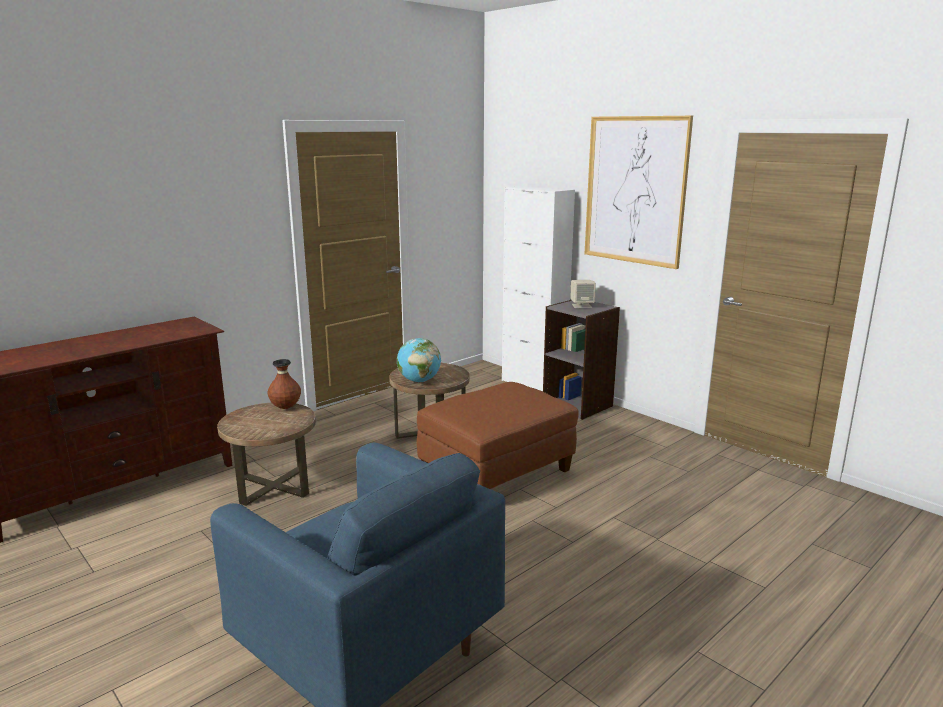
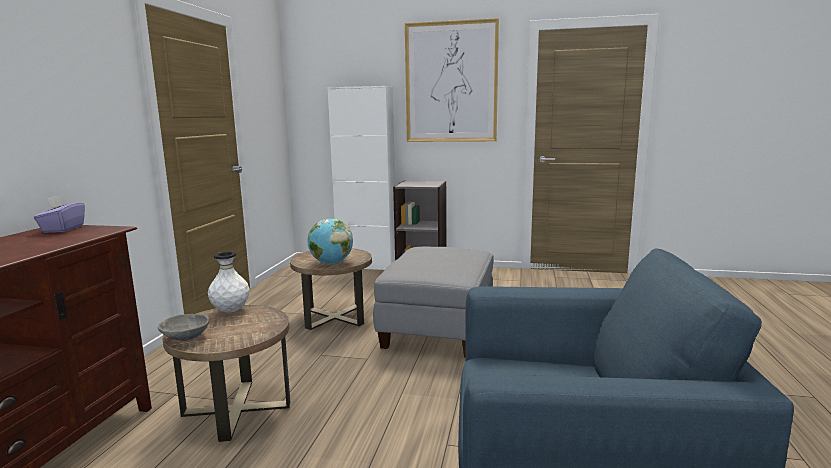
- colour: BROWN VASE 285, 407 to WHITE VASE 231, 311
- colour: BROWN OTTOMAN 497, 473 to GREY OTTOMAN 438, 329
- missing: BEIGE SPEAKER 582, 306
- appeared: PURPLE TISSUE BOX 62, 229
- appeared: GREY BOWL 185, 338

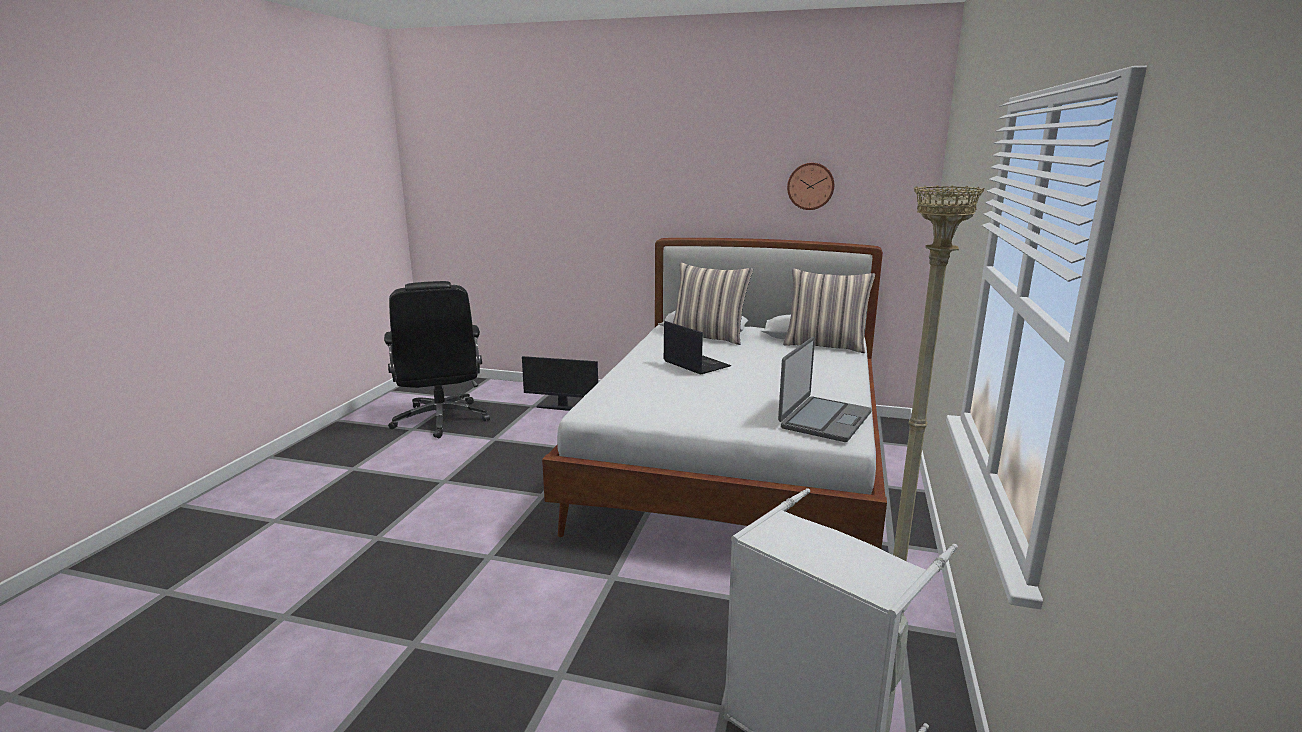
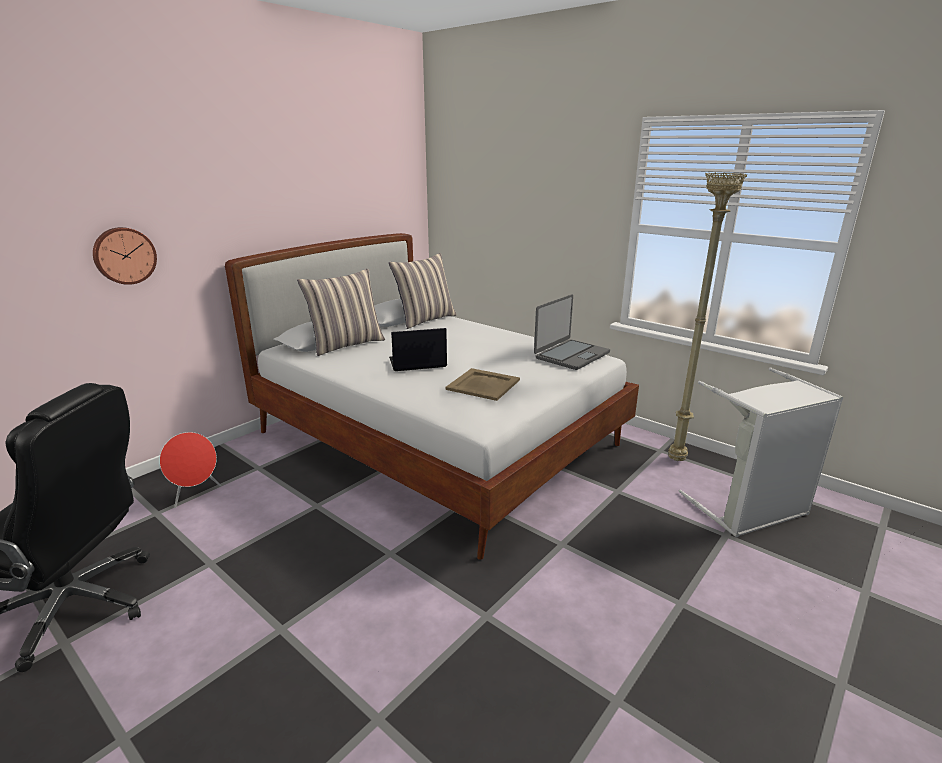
- exchanged: MONITOR 562, 408 to RED SPEAKER 196, 494
- spun: LAPTOP 824, 420 = 571, 355 75 degrees clockwise
- relocated: WALL CLOCK 810, 186 to 124, 255
- appeared: BEIGE TRAY 484, 384

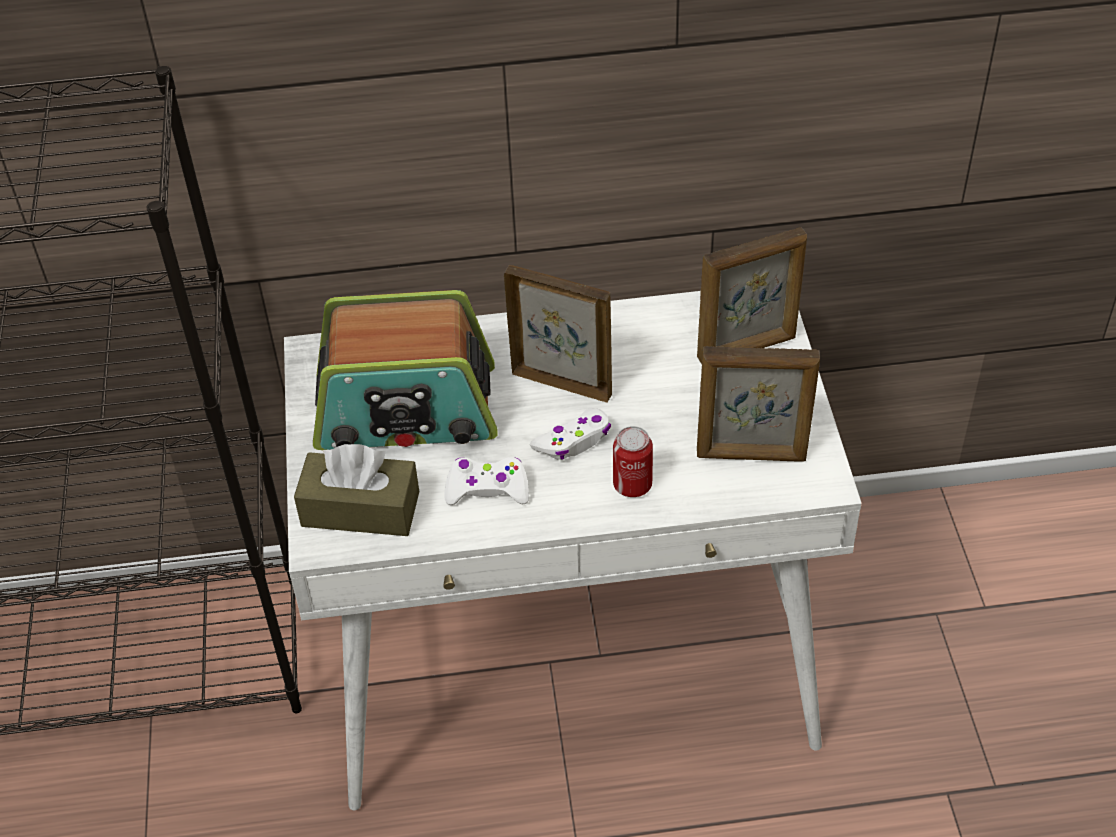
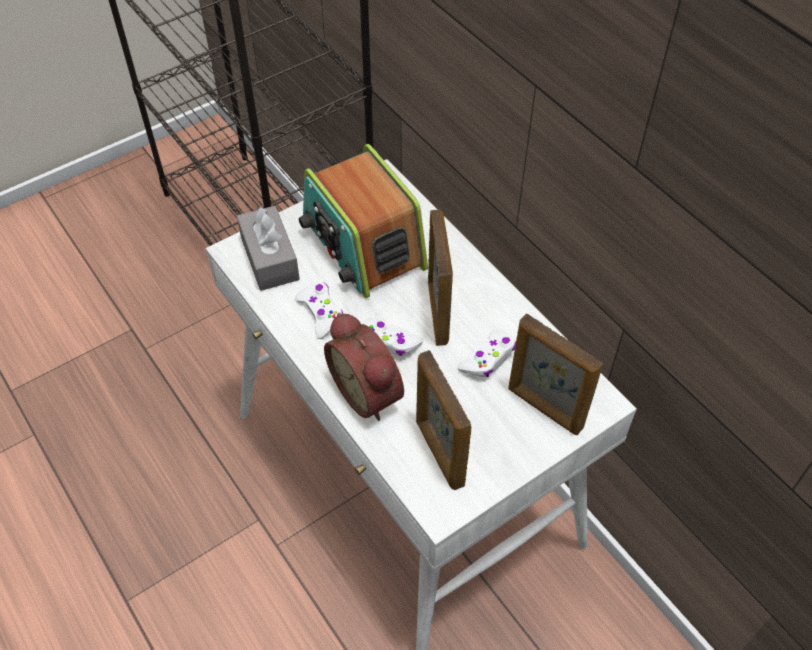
- colour: BROWN TISSUE BOX 360, 509 to GREY TISSUE BOX 269, 258
- exchanged: CAN 632, 485 to ALARM CLOCK 369, 391
- appeared: WHITE GAME CONTROLLER 488, 359

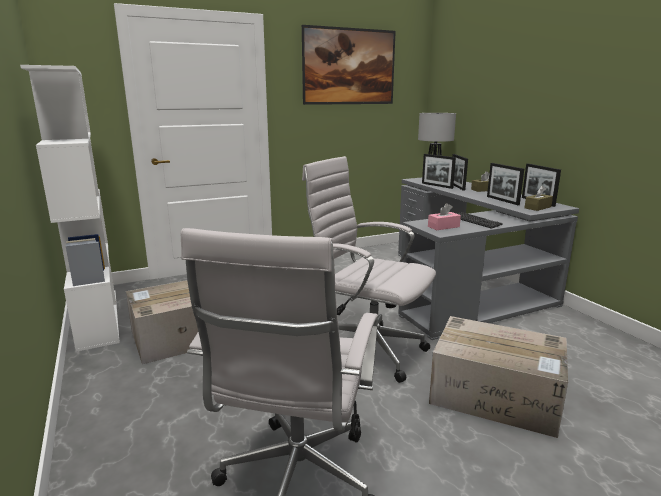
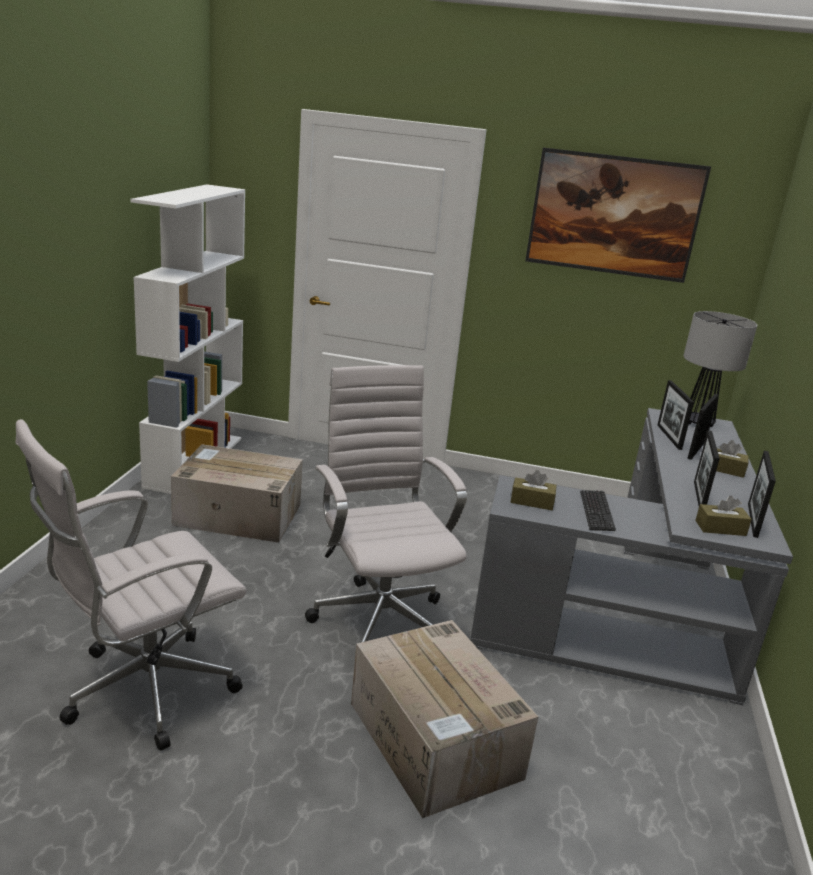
- colour: PINK TISSUE BOX 443, 227 to BROWN TISSUE BOX 532, 501

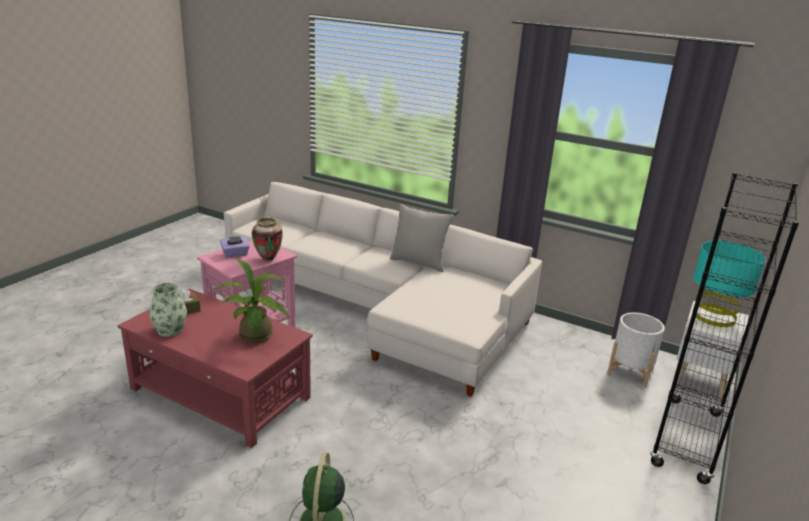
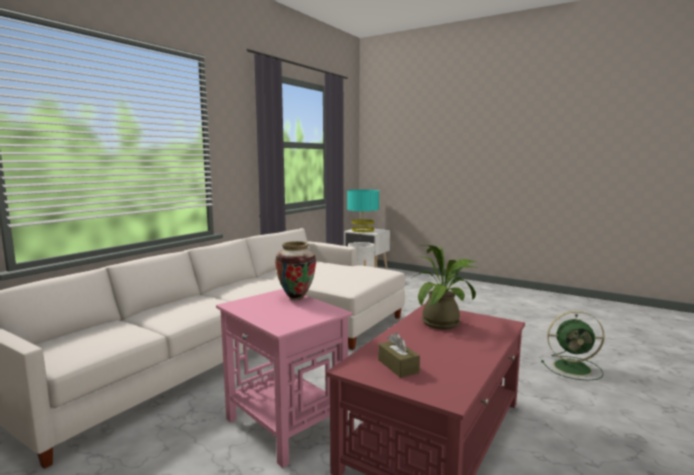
- missing: VASE 170, 330
- missing: PURPLE TISSUE BOX 235, 254
- missing: GREY PILLOW 419, 262
- missing: BLACK BOOKCASE 687, 439

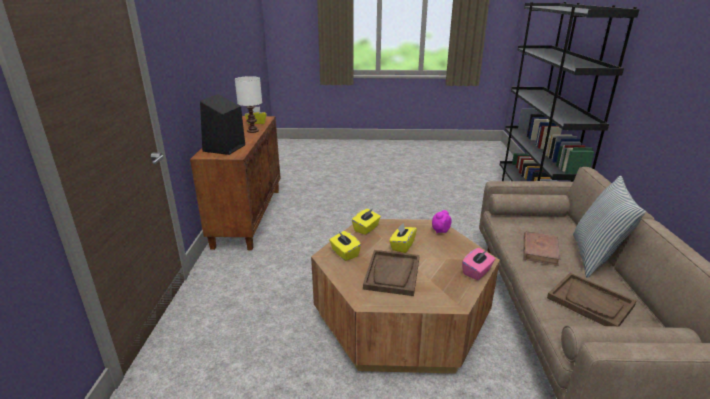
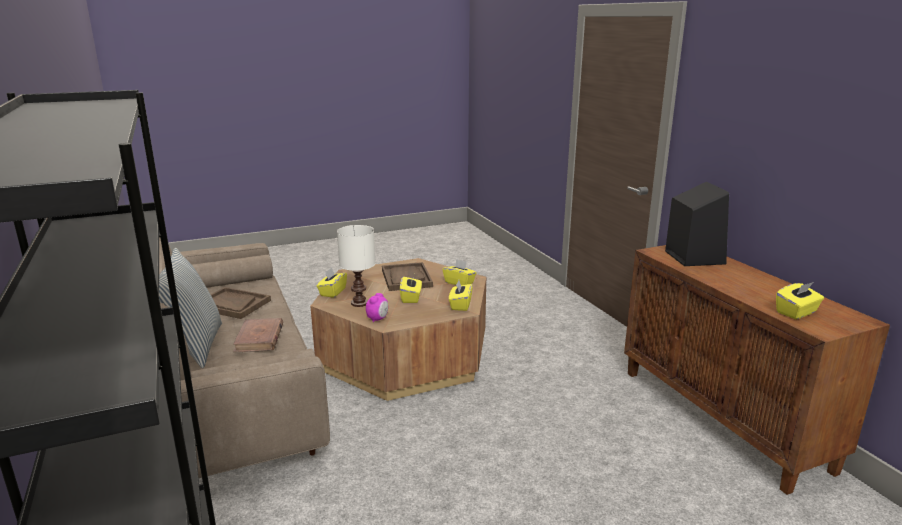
- relocated: WHITE TABLE LAMP 252, 131 to 360, 303
- colour: PINK TISSUE BOX 477, 272 to YELLOW TISSUE BOX 332, 292

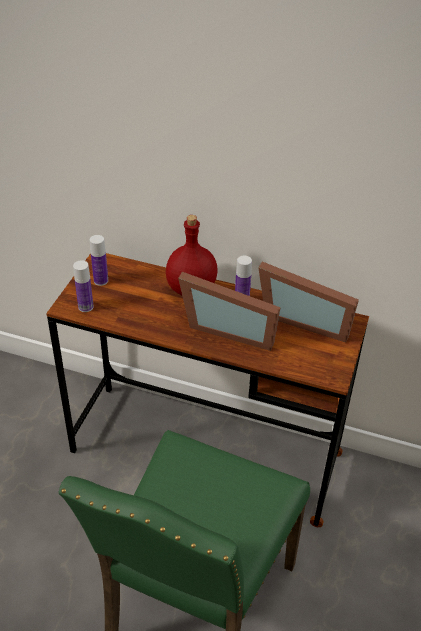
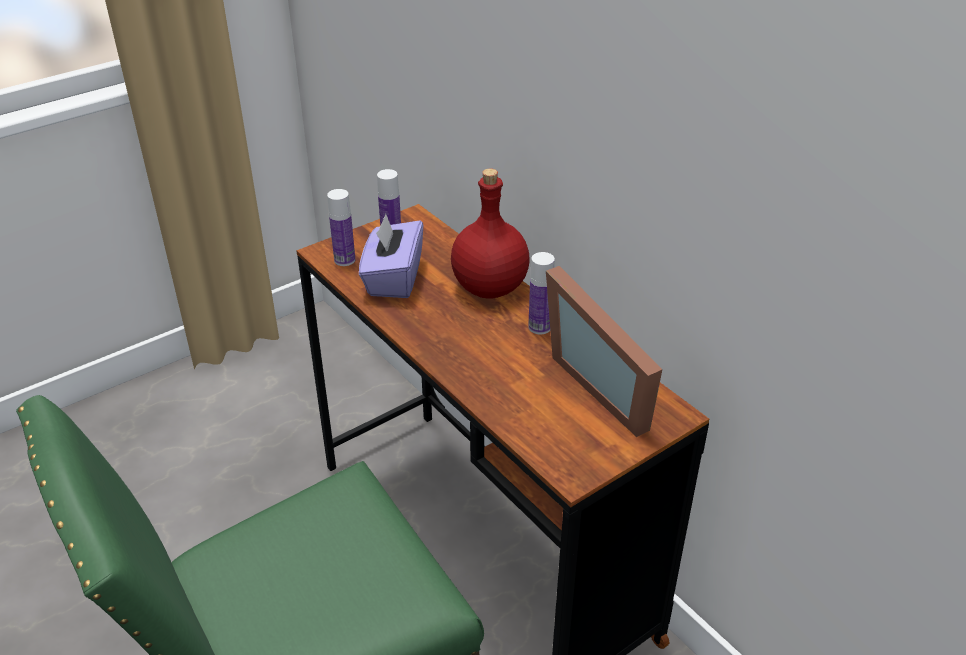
- missing: PICTURE FRAME 230, 328
- appeared: PURPLE TISSUE BOX 393, 278

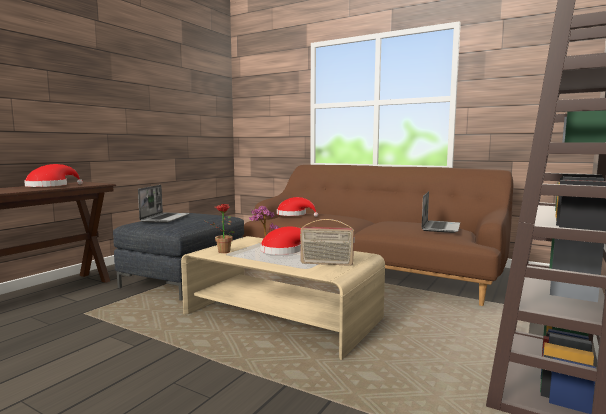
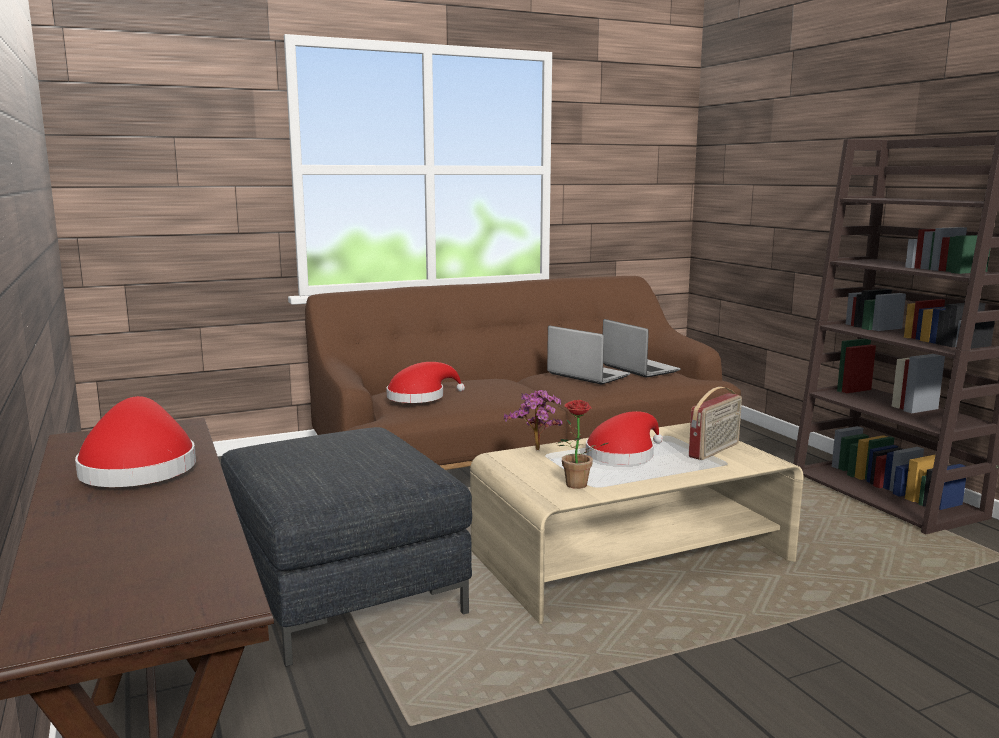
- relocated: LAPTOP 165, 218 to 586, 375

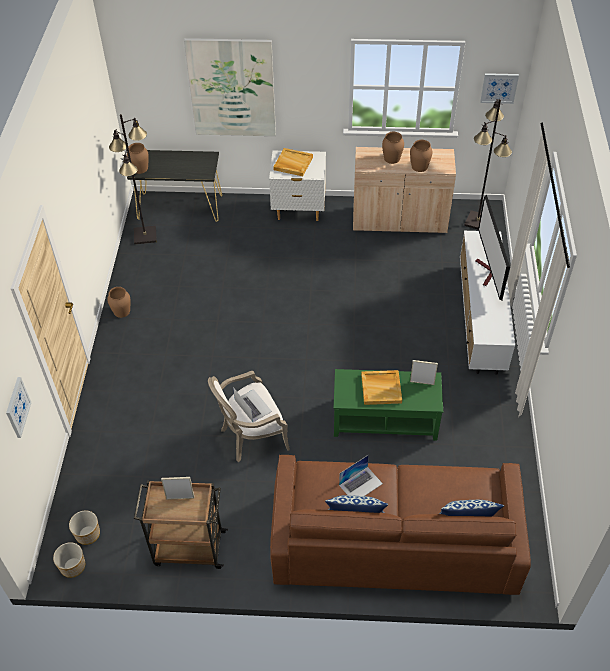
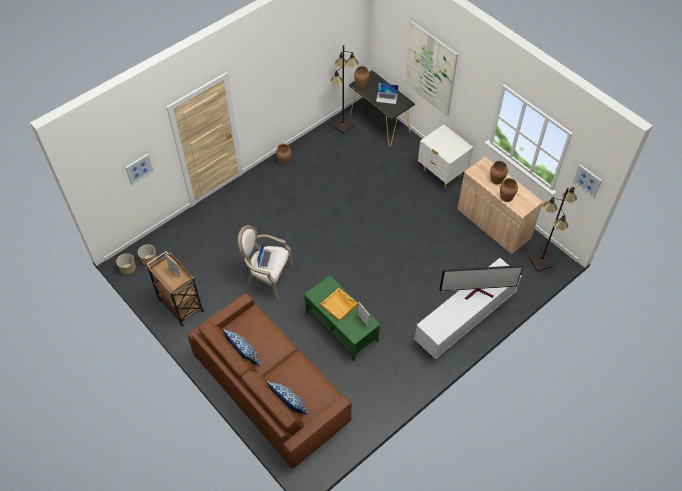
- missing: BEIGE TRAY 293, 163
- relocated: LAPTOP 360, 484 to 387, 98
- spun: TELEVISION 487, 273 = 479, 293 135 degrees counterclockwise

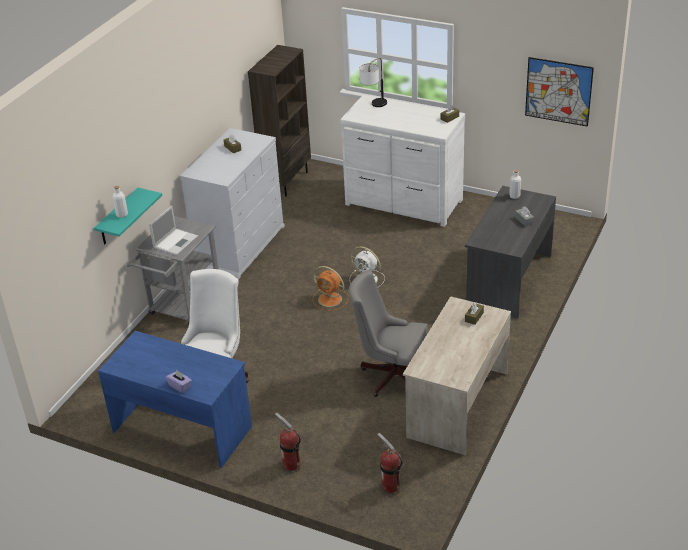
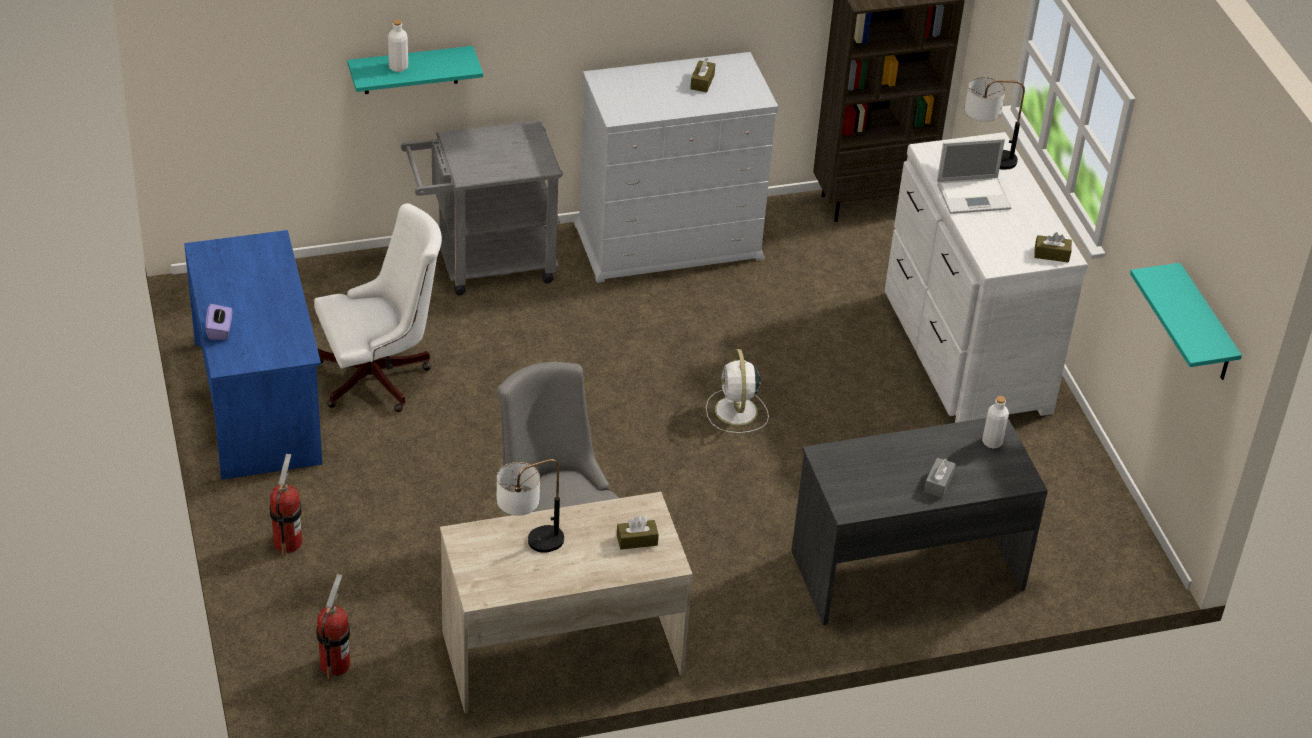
- relocated: LAPTOP 176, 241 to 974, 195
- missing: ORANGE FAN 331, 299
- exchanged: PICTURE 558, 91 to TURQUOISE SHELF 1205, 326
- appeared: TABLE LAMP 529, 545

